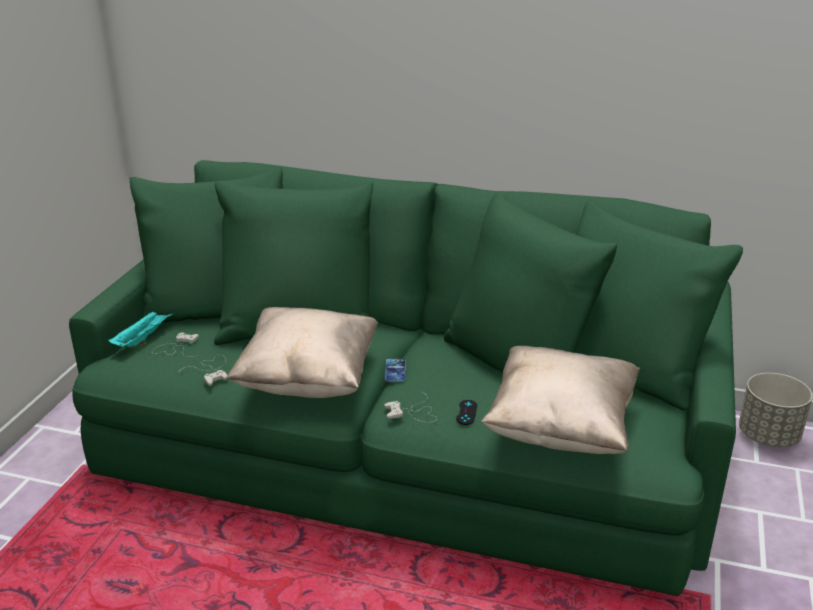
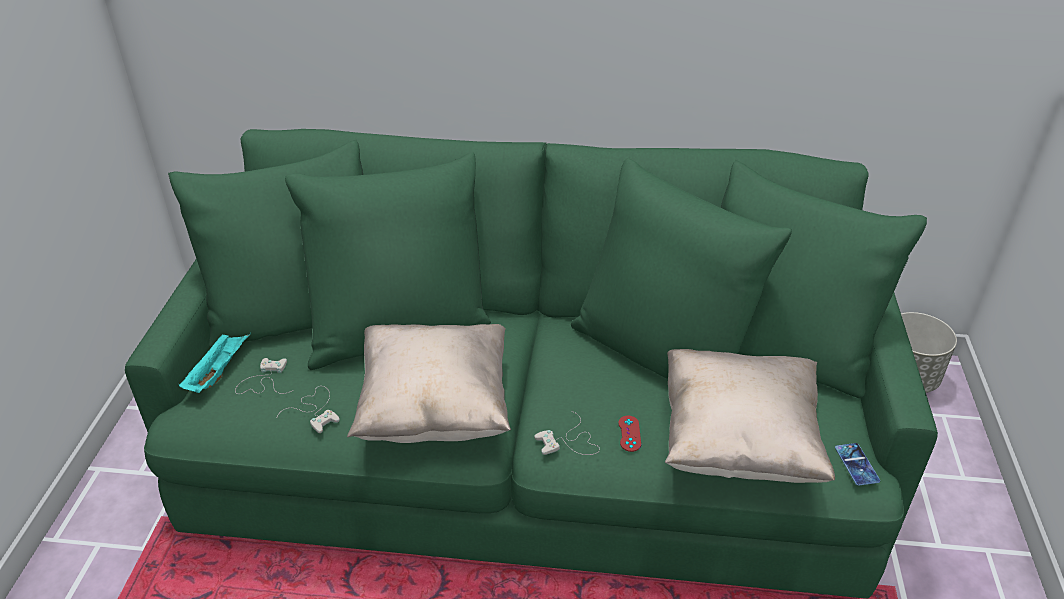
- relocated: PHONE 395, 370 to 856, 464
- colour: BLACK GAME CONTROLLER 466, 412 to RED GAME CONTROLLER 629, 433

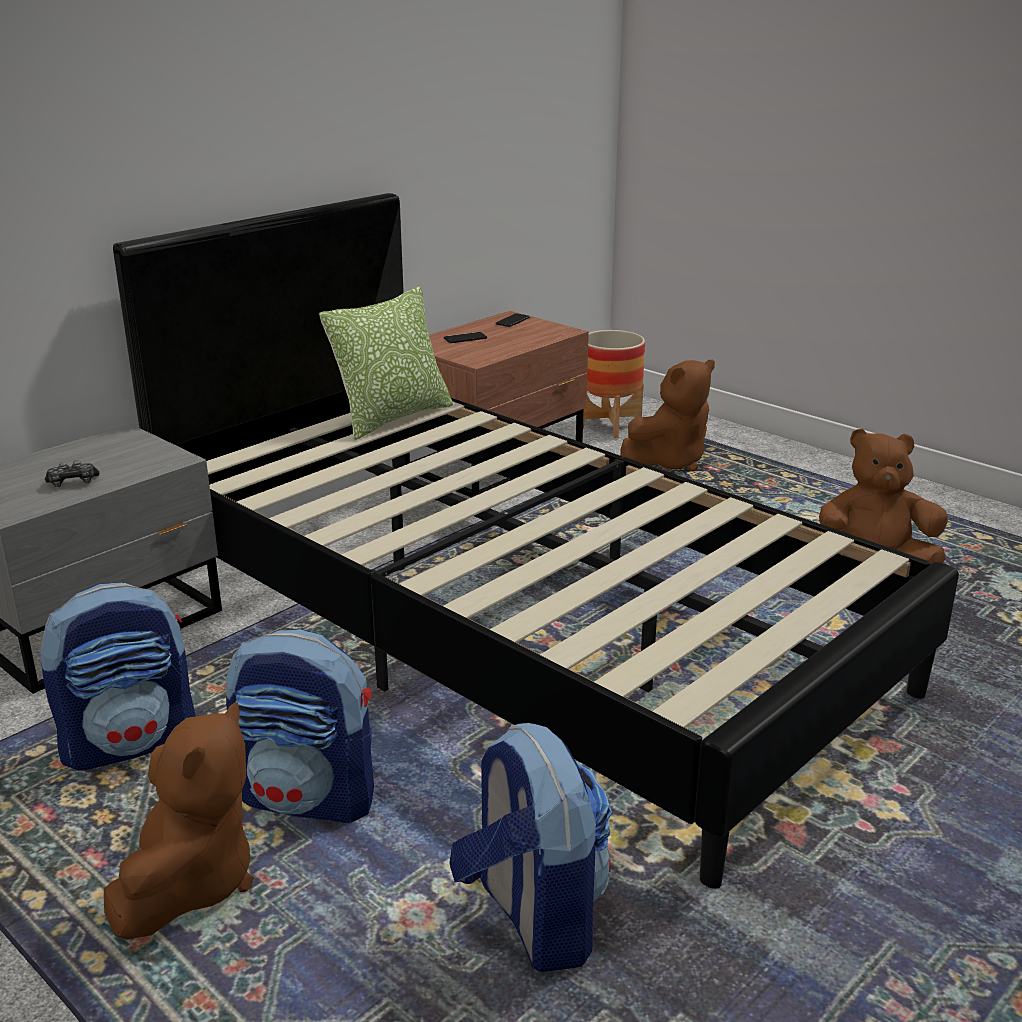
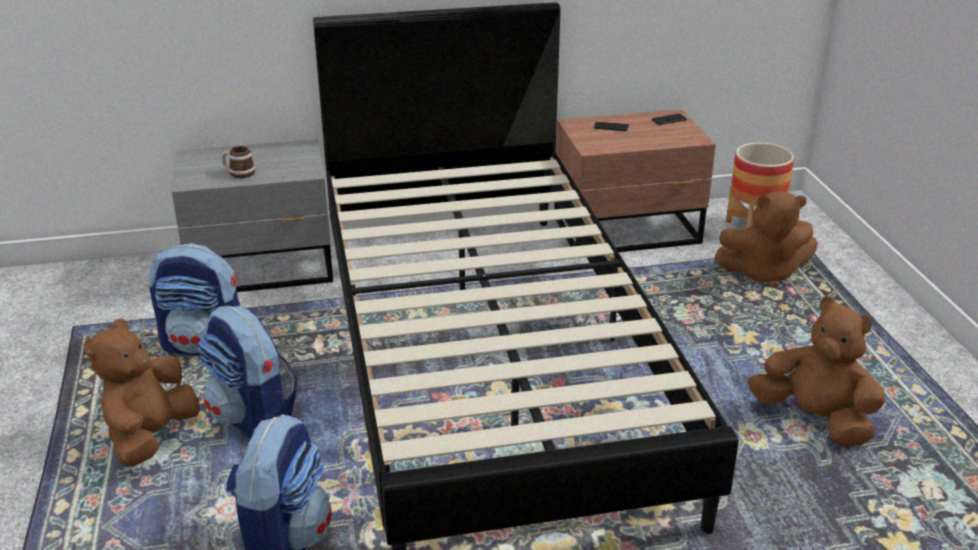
- exchanged: GAME CONTROLLER 73, 483 to MUG 238, 172
- spun: BROWN PLUSH TOY 190, 883 = 151, 437 150 degrees clockwise
- missing: PILLOW 392, 417

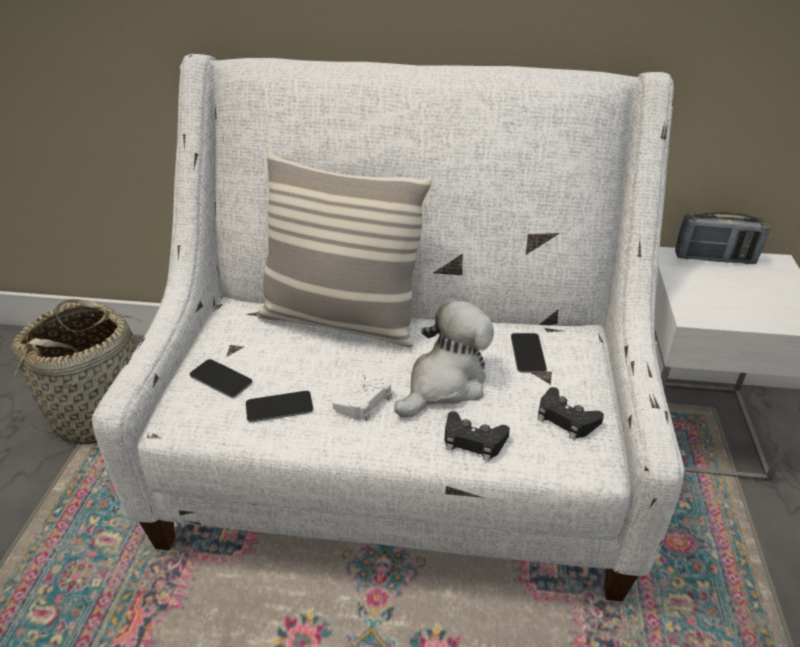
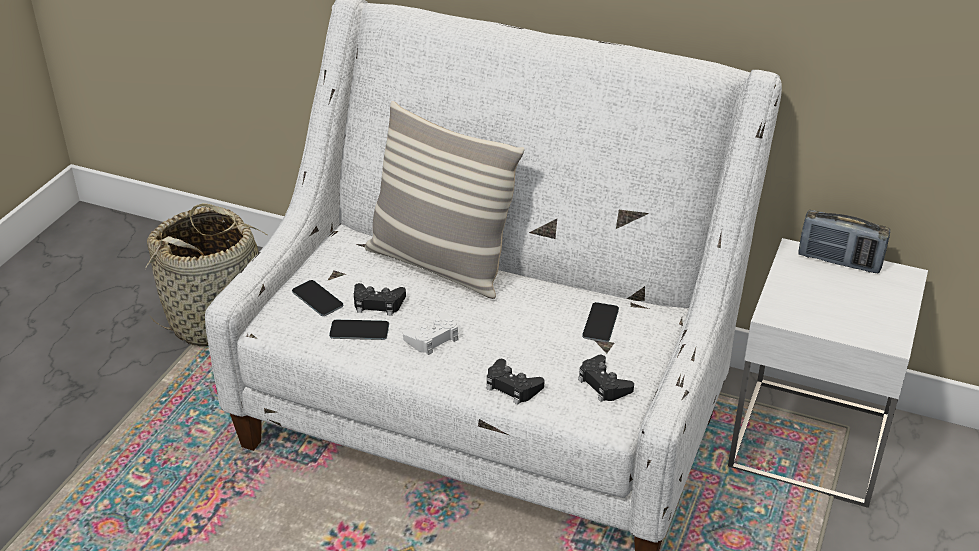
- missing: PLUSH TOY 445, 383
- appeared: BLACK GAME CONTROLLER 378, 303

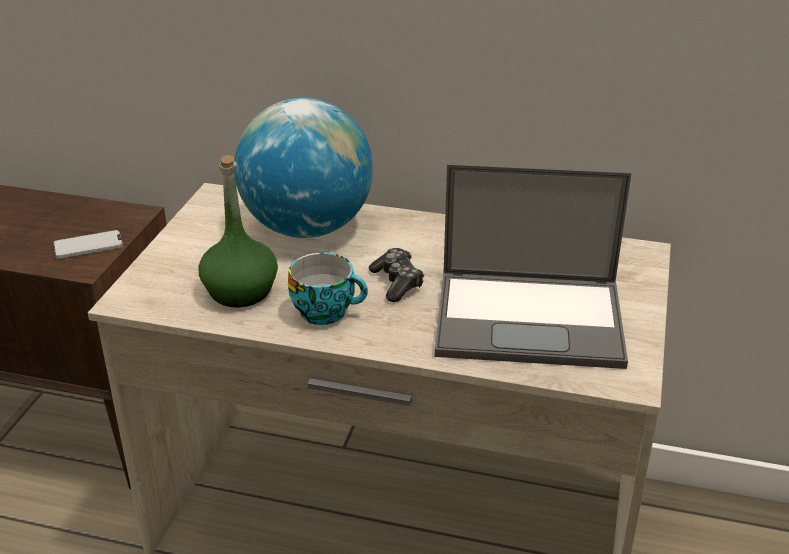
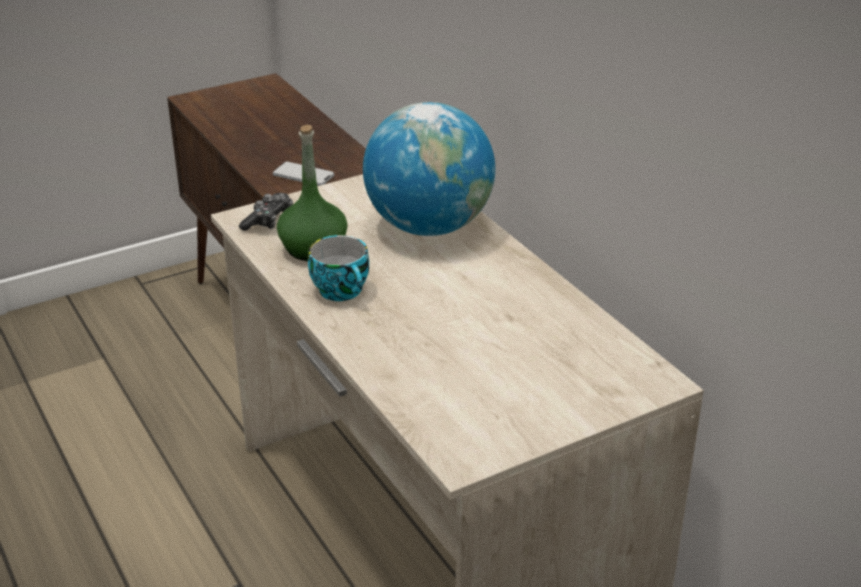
- relocated: GAME CONTROLLER 397, 283 to 269, 221
- missing: LAPTOP 531, 318

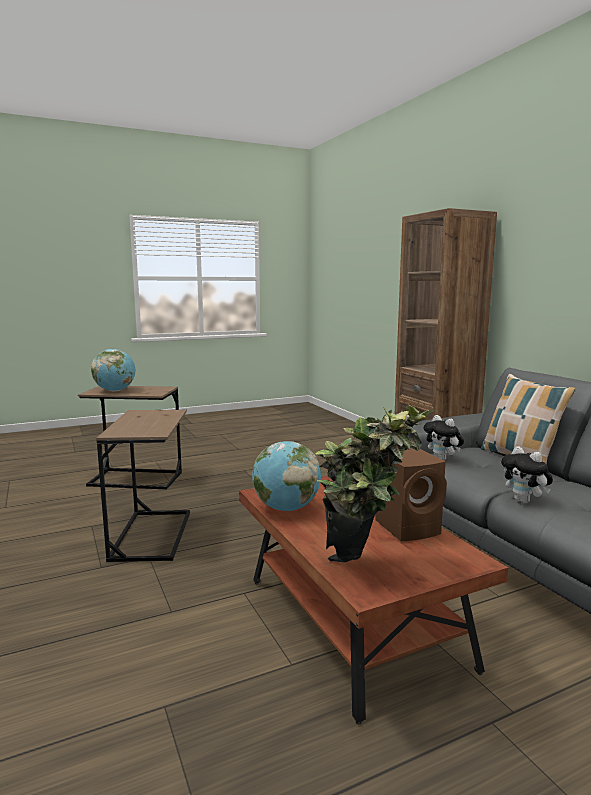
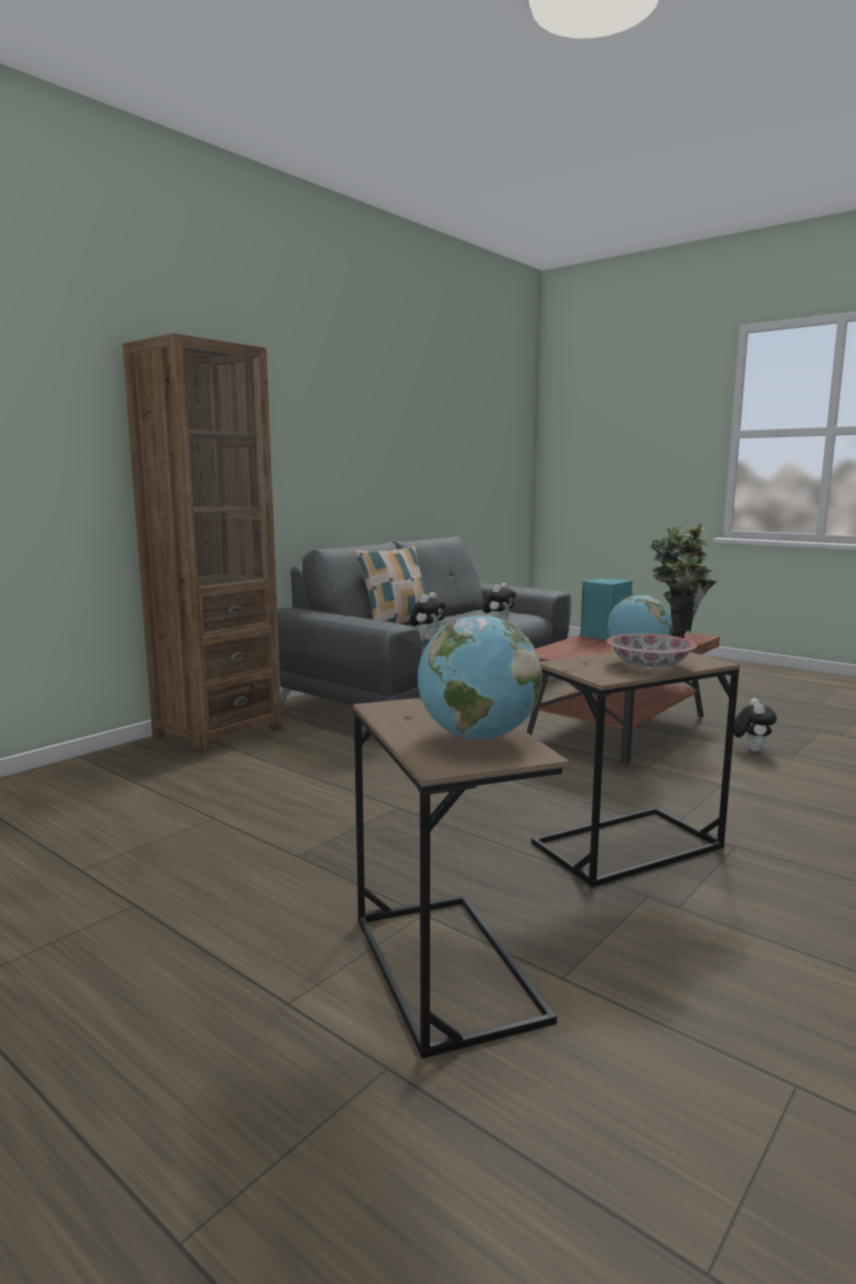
- colour: BROWN SPEAKER 409, 527 to TURQUOISE SPEAKER 603, 635
- appeared: BOWL 650, 665
- appeared: PLUSH TOY 751, 749

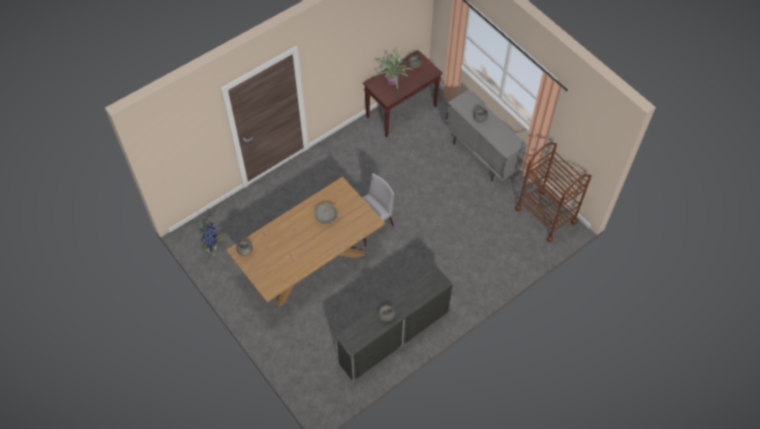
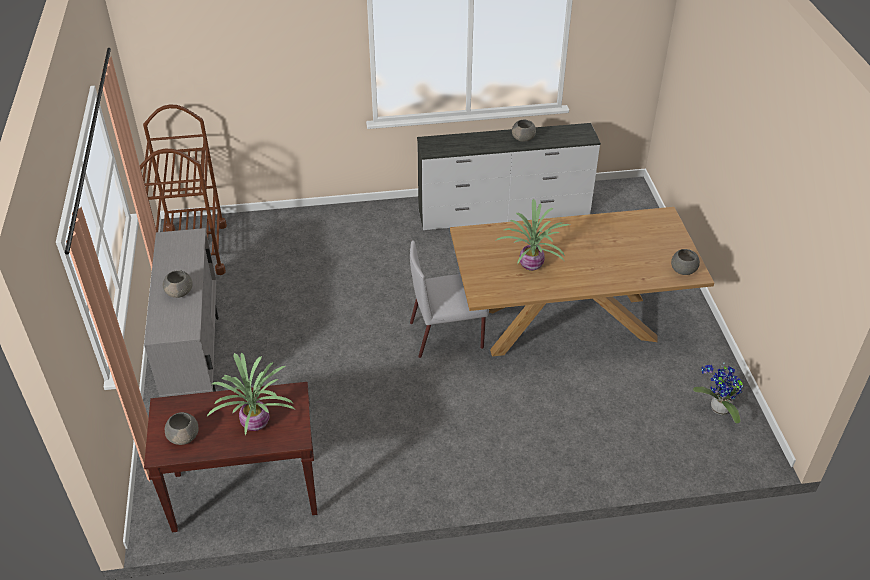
- exchanged: GREY BOWL 326, 216 to POTTED PLANT 532, 265

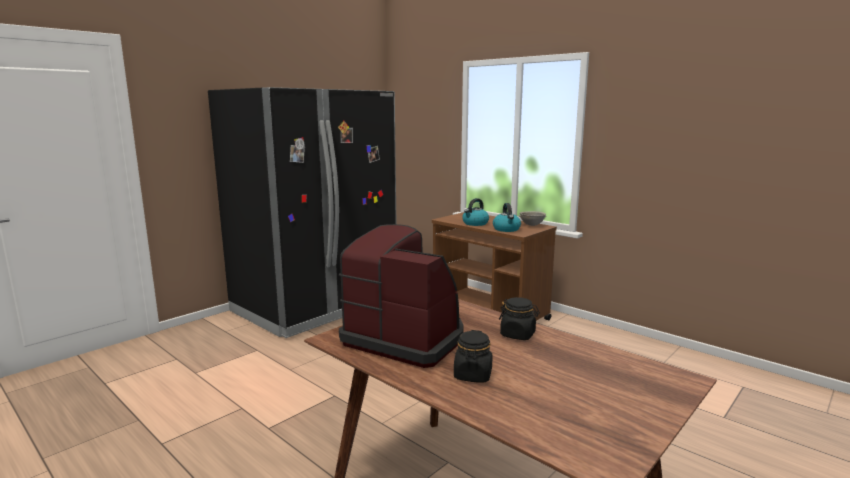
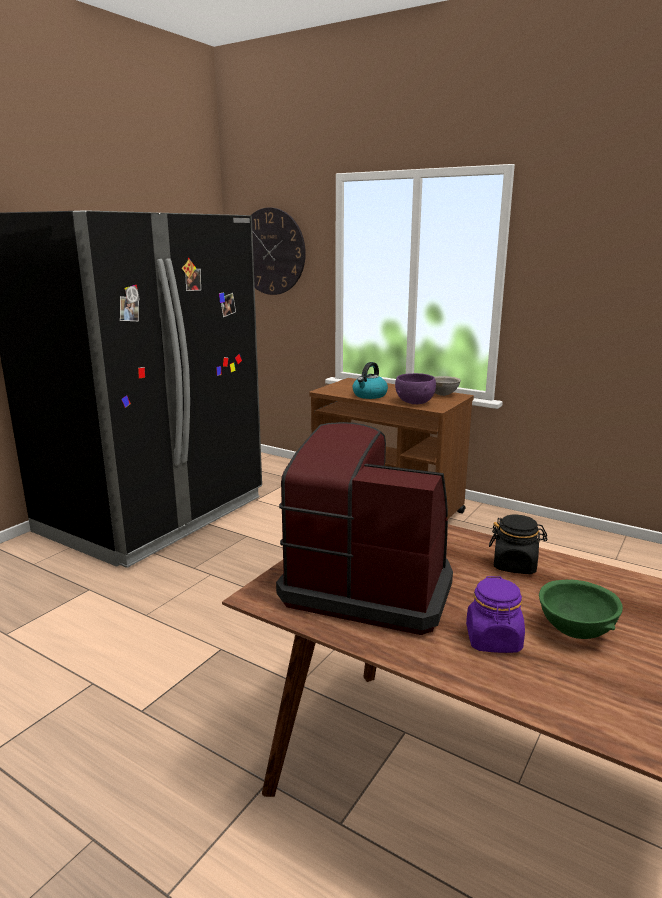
- colour: BLACK JAR 473, 375 to PURPLE JAR 493, 640
- exchanged: KETTLE 506, 229 to PURPLE BOWL 415, 402
- appeared: WALL CLOCK 271, 252
- appeared: GREEN BOWL 575, 632

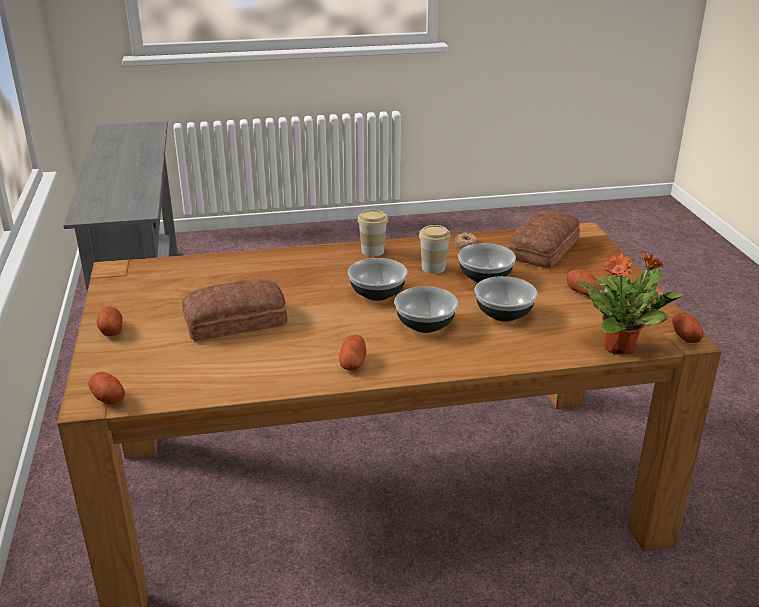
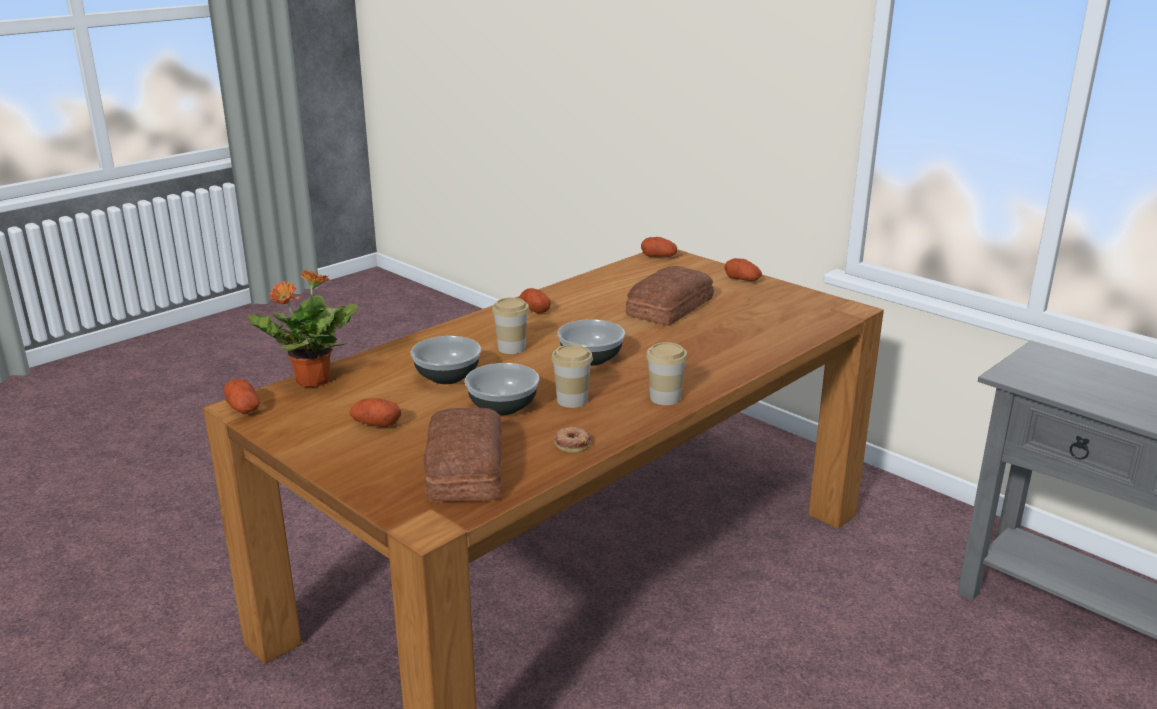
- exchanged: BOWL 425, 325 to CUP 511, 348

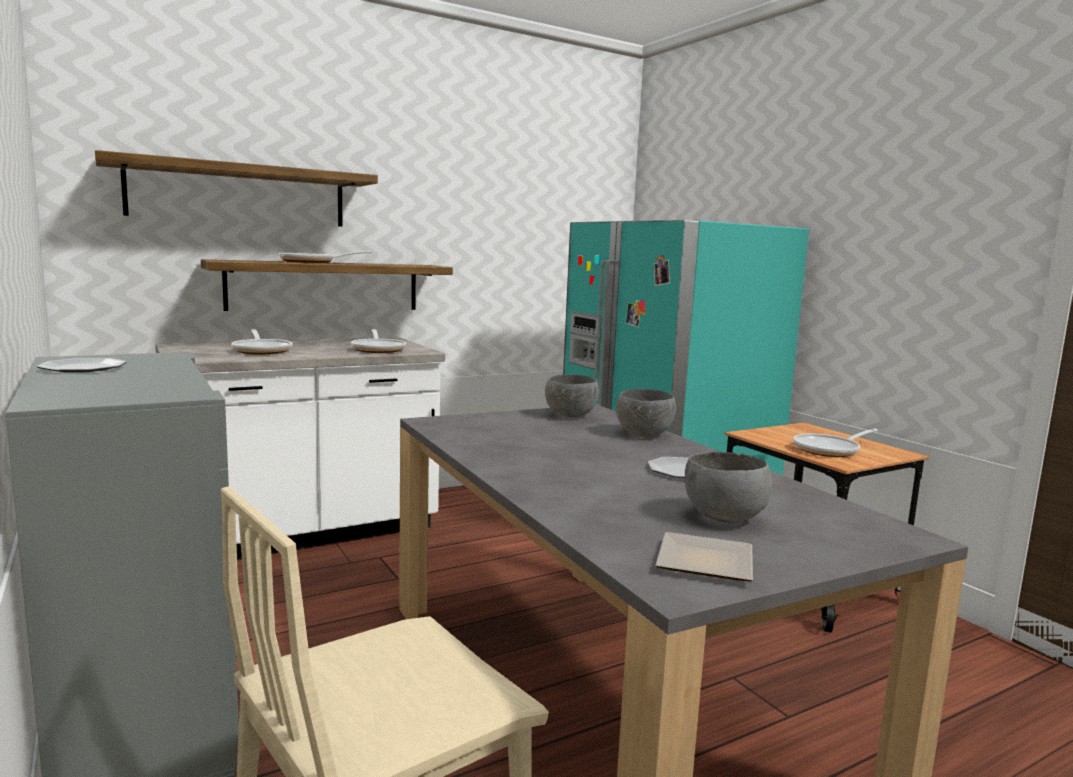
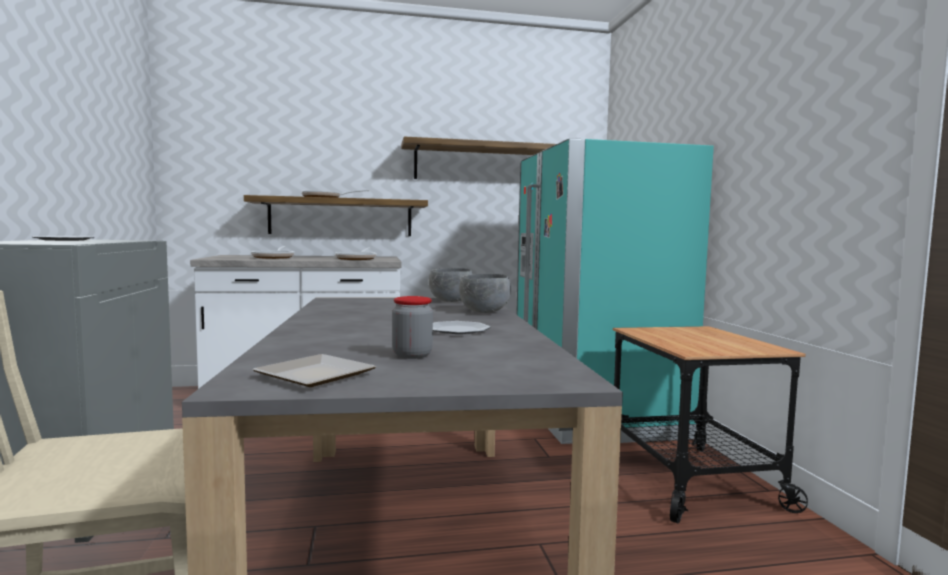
- relocated: SHELF 239, 195 to 481, 164
- exchanged: GREY BOWL 722, 518 to JAR 412, 355
- missing: FRYING PAN 830, 450

